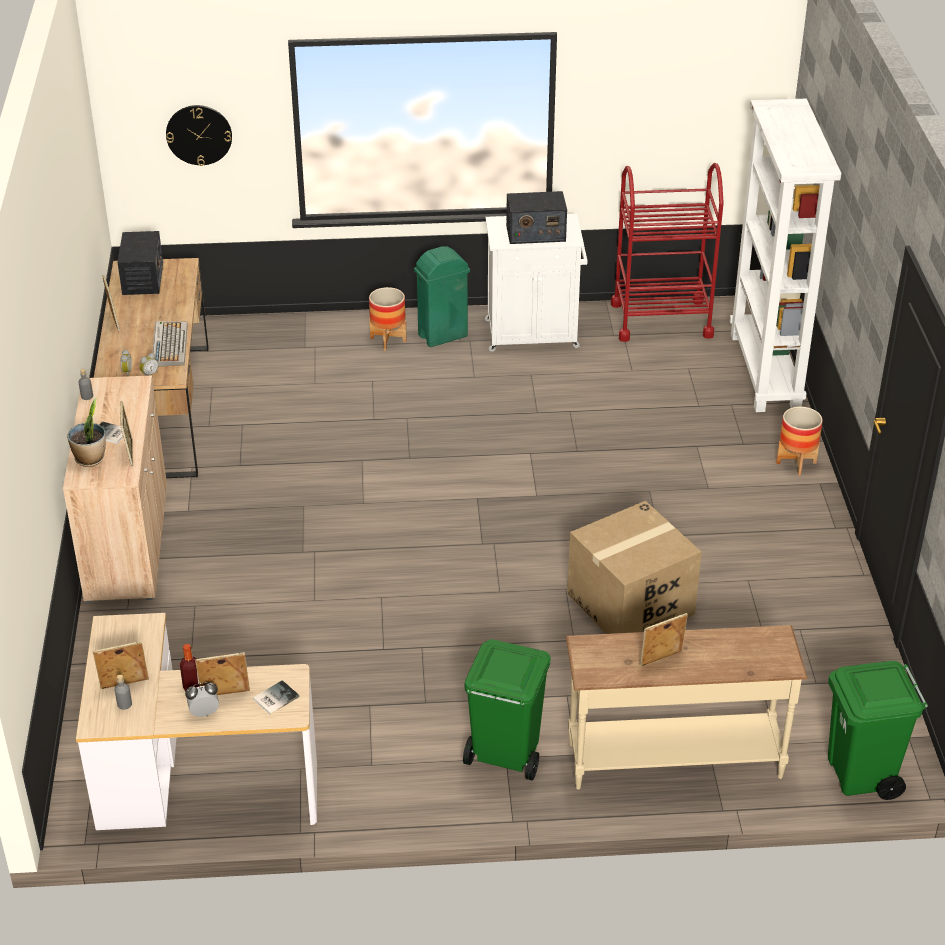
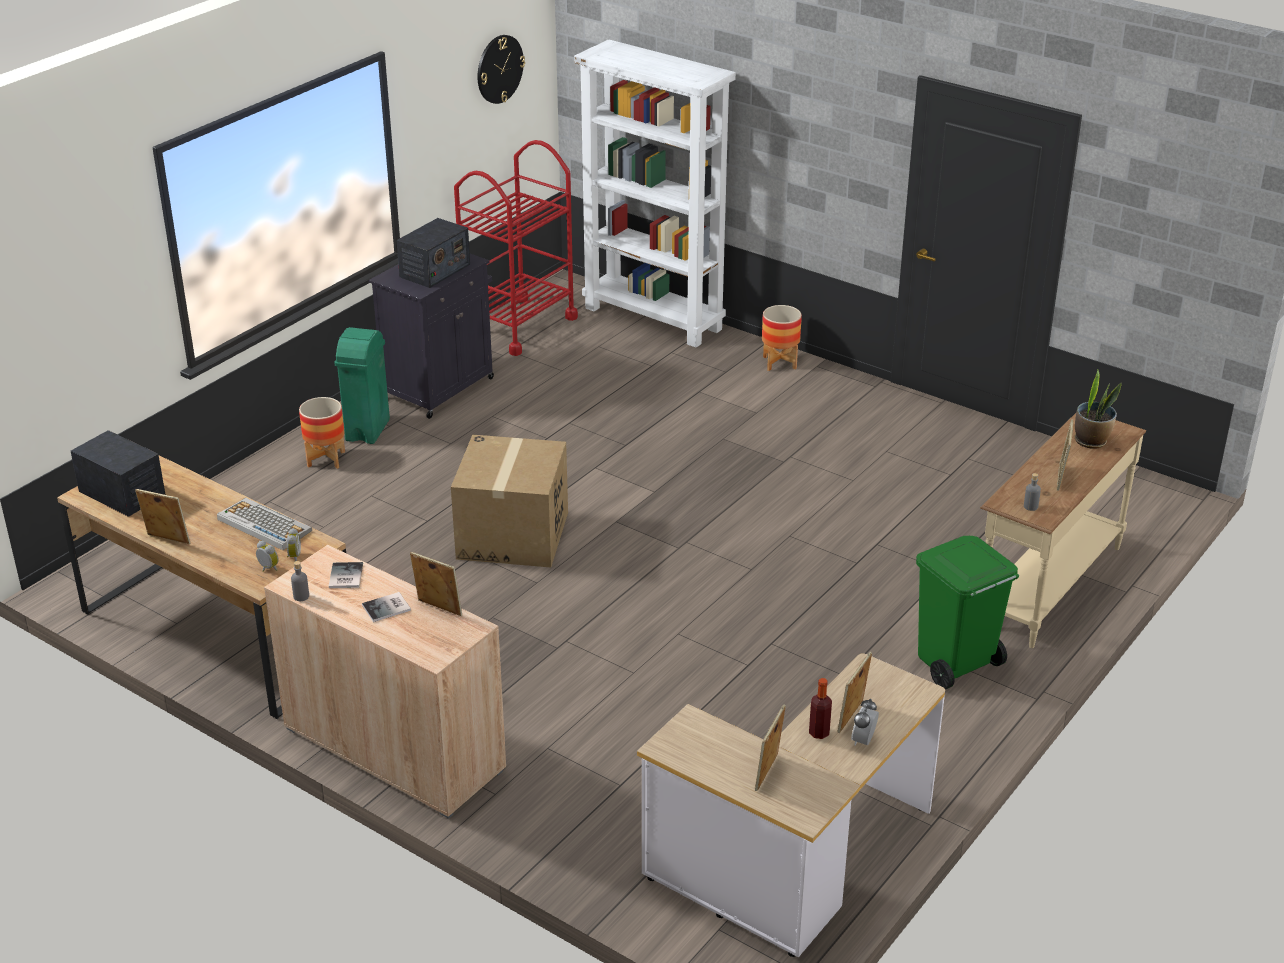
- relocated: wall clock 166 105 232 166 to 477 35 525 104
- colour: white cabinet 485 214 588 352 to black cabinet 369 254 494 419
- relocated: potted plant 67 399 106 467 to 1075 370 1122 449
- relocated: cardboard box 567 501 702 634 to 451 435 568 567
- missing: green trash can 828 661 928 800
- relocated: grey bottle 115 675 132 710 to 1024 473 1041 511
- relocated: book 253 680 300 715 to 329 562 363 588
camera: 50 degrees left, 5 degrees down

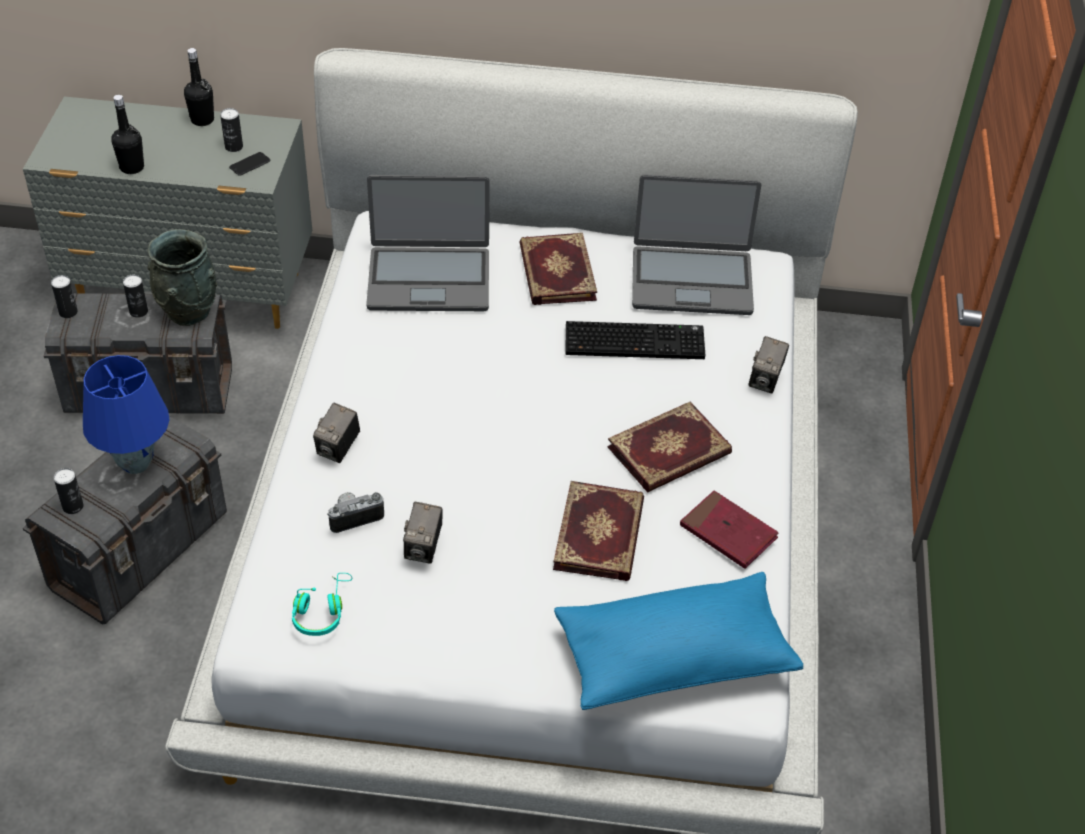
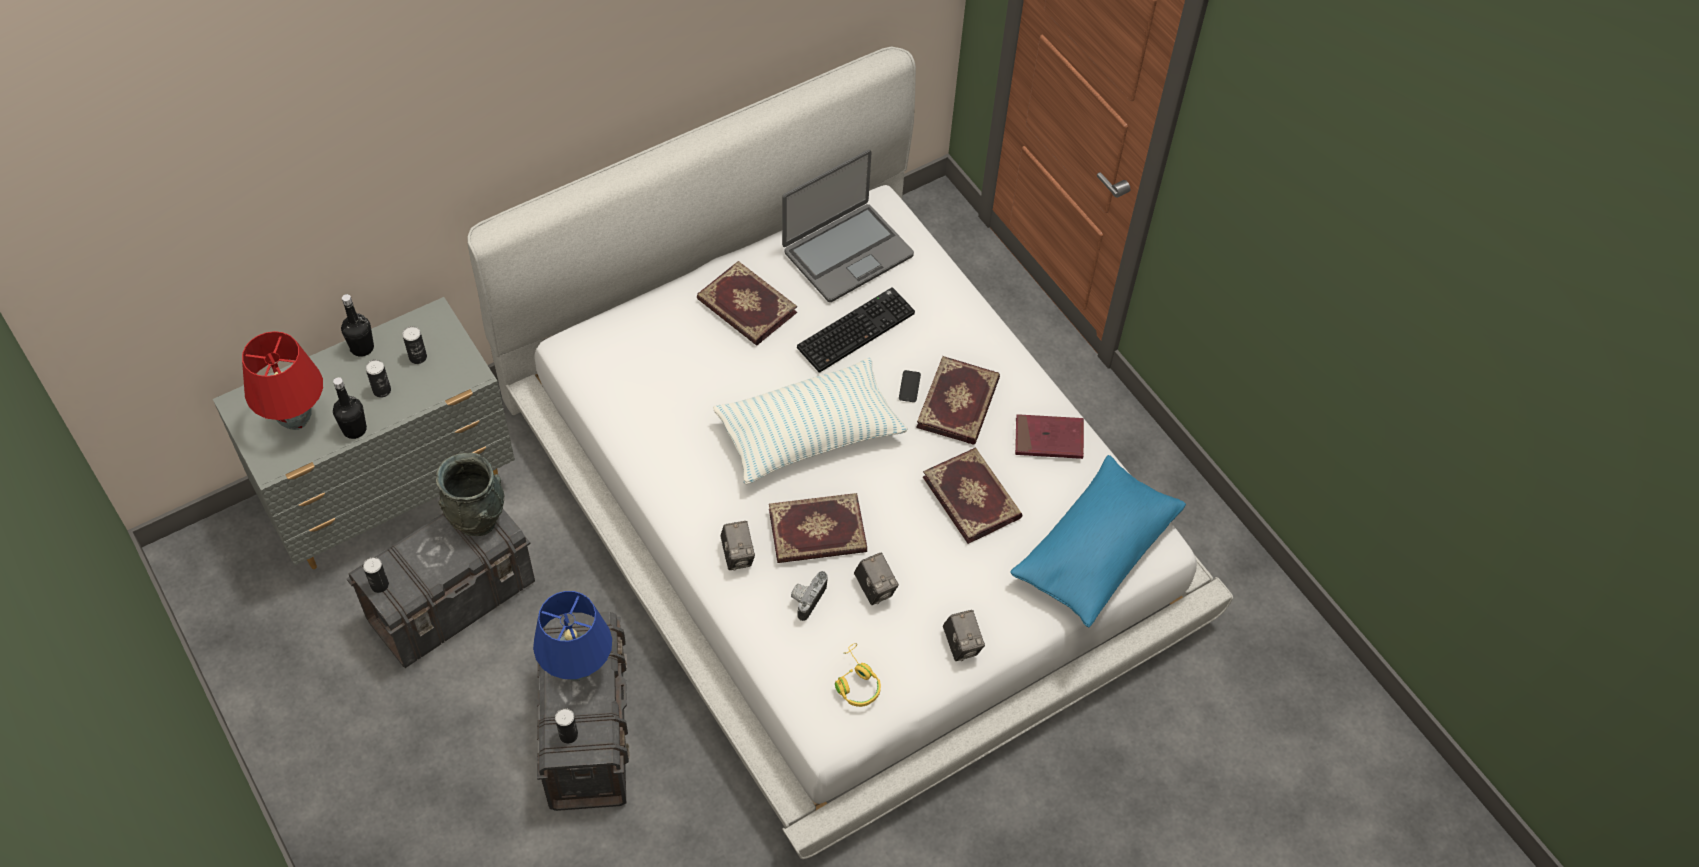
- relocated: phone 229 152 270 176 to 899 370 921 402
- missing: laptop 366 175 490 311
- relocated: can 123 275 148 318 to 365 360 391 398
- relocated: photo camera 749 336 789 393 to 943 610 985 661
- colour: turquoise headphones 292 573 353 636 to yellow headphones 835 643 881 707
- appeared: red table lamp 242 331 323 430
- appeared: pillow 713 357 907 485
- appeared: book 769 493 867 563
camera: 40 degrees left, 10 degrees up

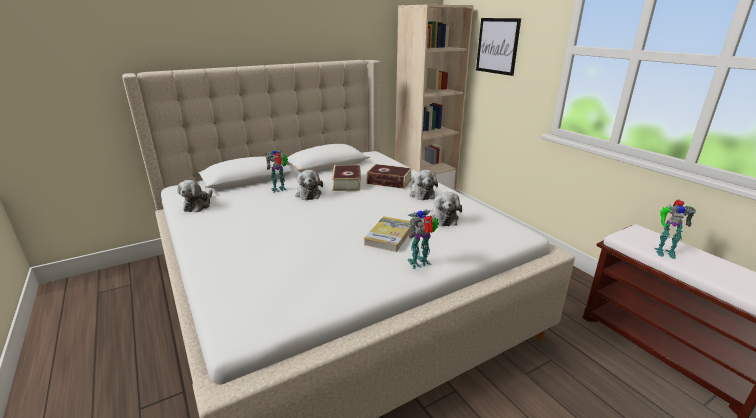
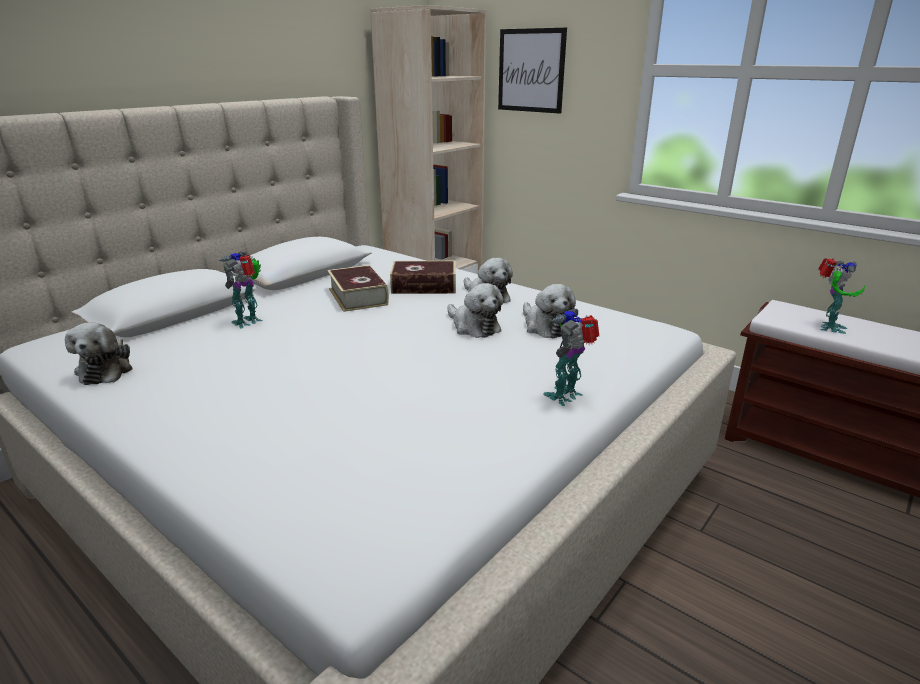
- relocated: plush toy 295 170 323 200 to 447 283 504 338
- spun: toy robot 654 200 696 259 = 818 258 865 334 60 degrees counterclockwise
- missing: book 364 216 411 252
camera: 20 degrees left, 0 degrees up

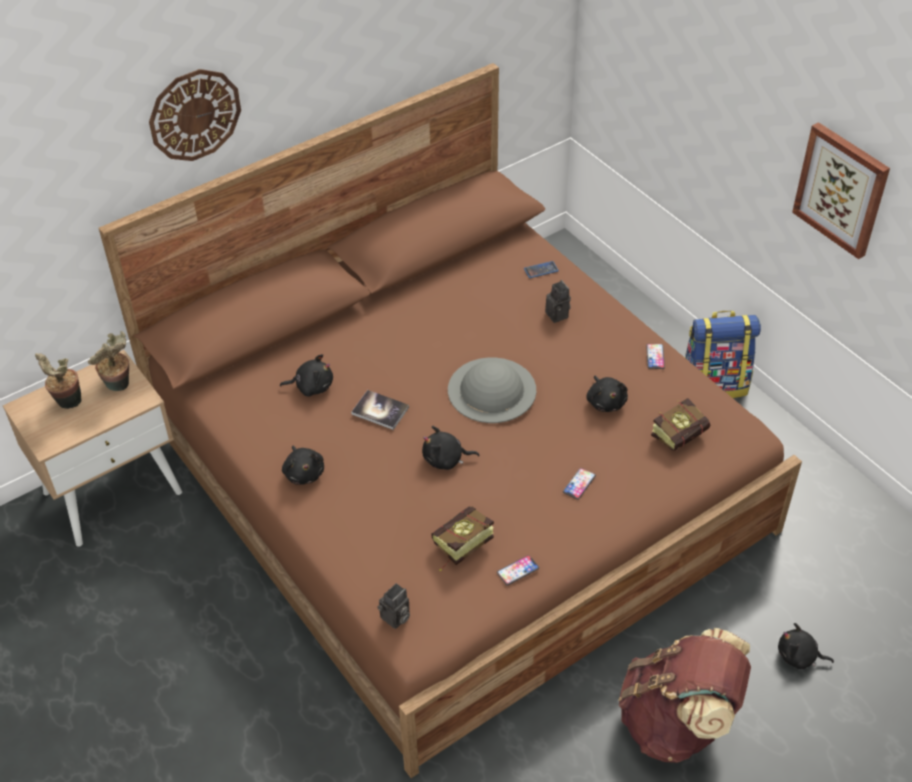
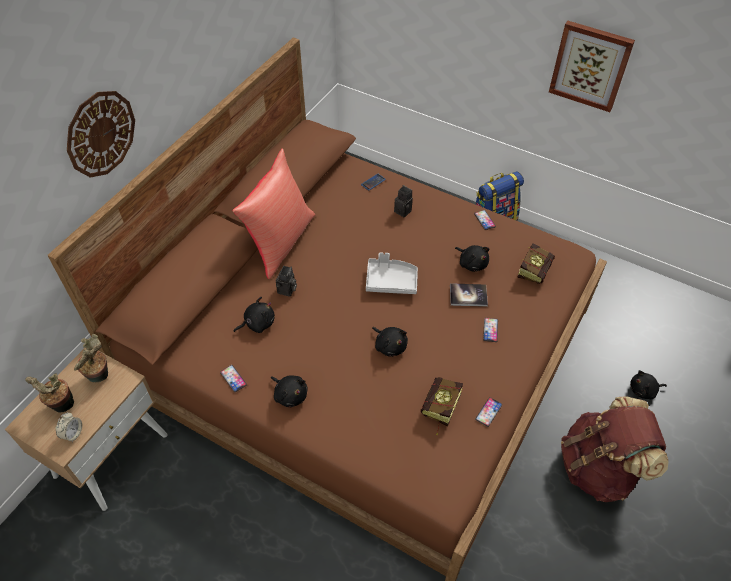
- exchanged: grey hat 448 358 536 423 to grey tray 366 252 418 294
- relocated: book 351 390 409 430 to 450 283 488 307
- spun: black plush toy 422 426 480 470 = 372 327 408 357 105 degrees counterclockwise
- relocated: photo camera 378 583 410 629 to 276 266 297 297
- appeared: red pillow 233 149 315 279
- appeared: phone 220 365 247 392
- appeared: alarm clock 55 413 82 442
camera: 25 degrees left, 5 degrees up

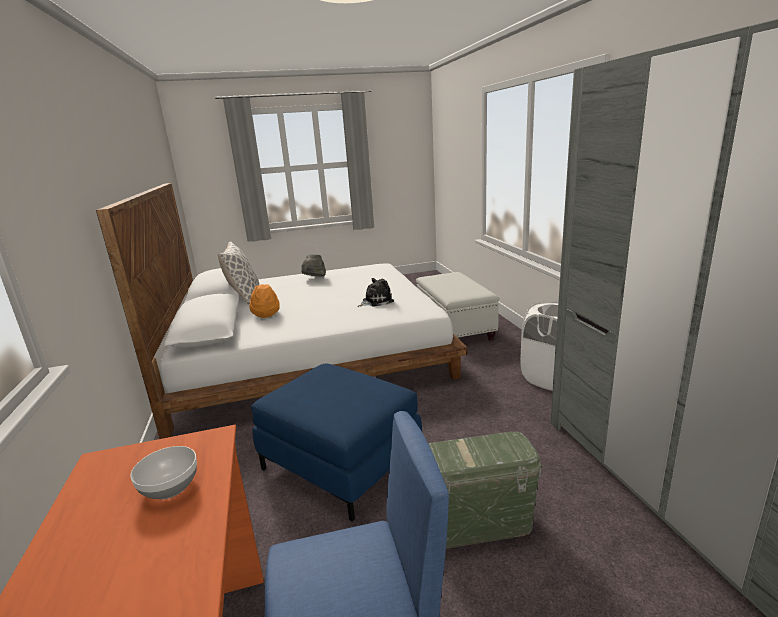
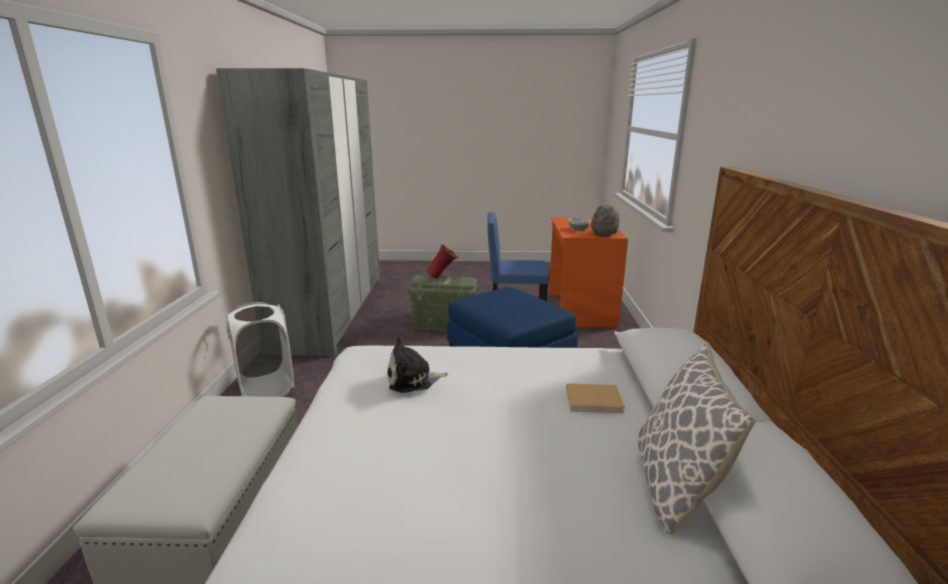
- relocated: grey hat 301 254 326 277 to 591 205 619 237
- exchanged: orange hat 249 284 280 318 to beige book 566 383 625 413
- appeared: red vase 426 244 458 279
camera: 165 degrees left, 0 degrees up

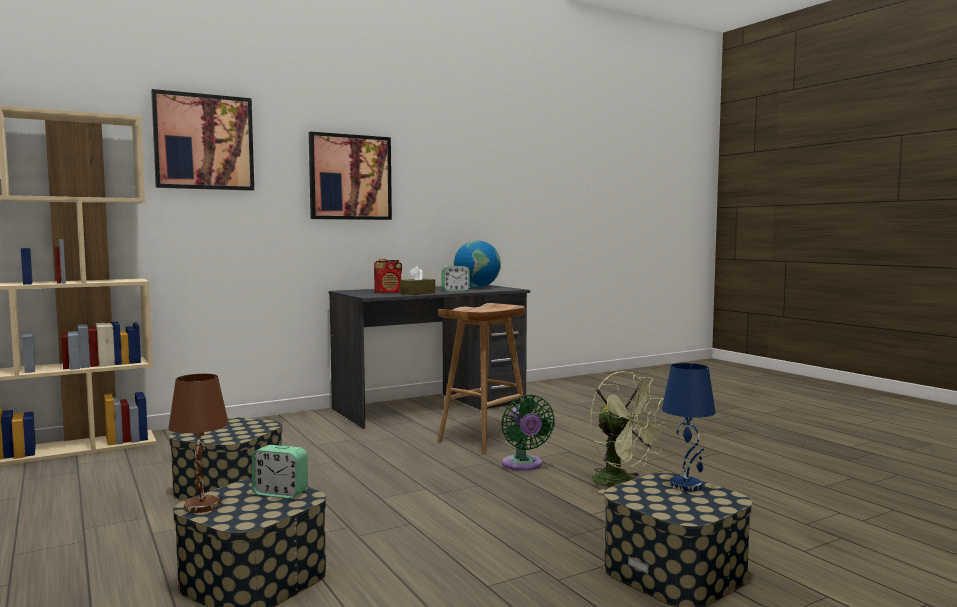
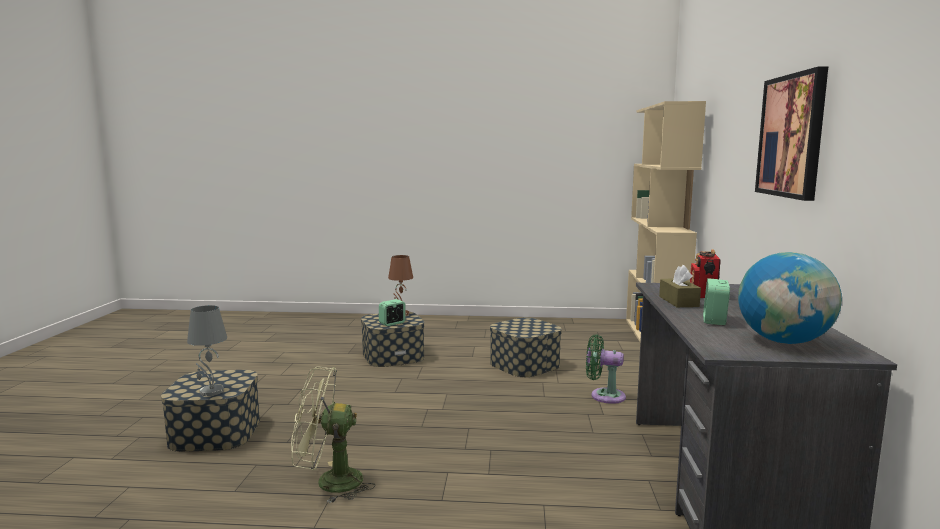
- missing: picture 151 89 254 191
- missing: brown stool 438 303 530 454
- colour: blue table lamp 662 363 716 491 to grey table lamp 187 305 227 396
- relocated: green fan 501 395 555 471 to 586 334 626 404
camera: 125 degrees right, 5 degrees up

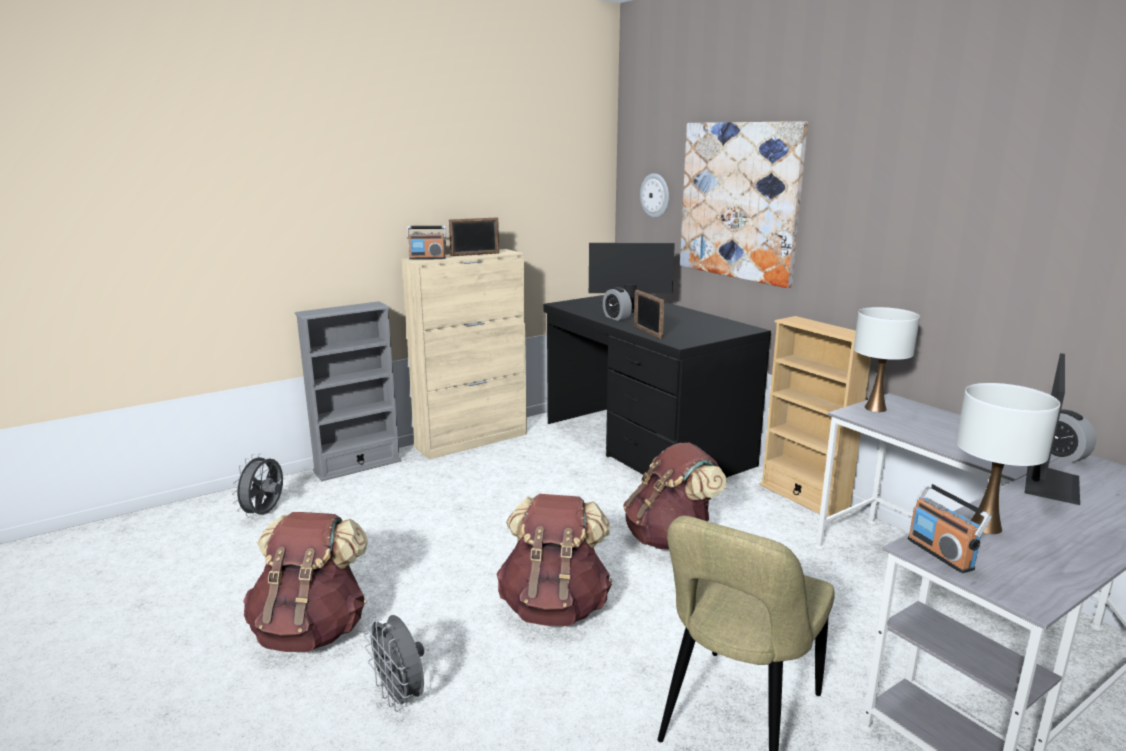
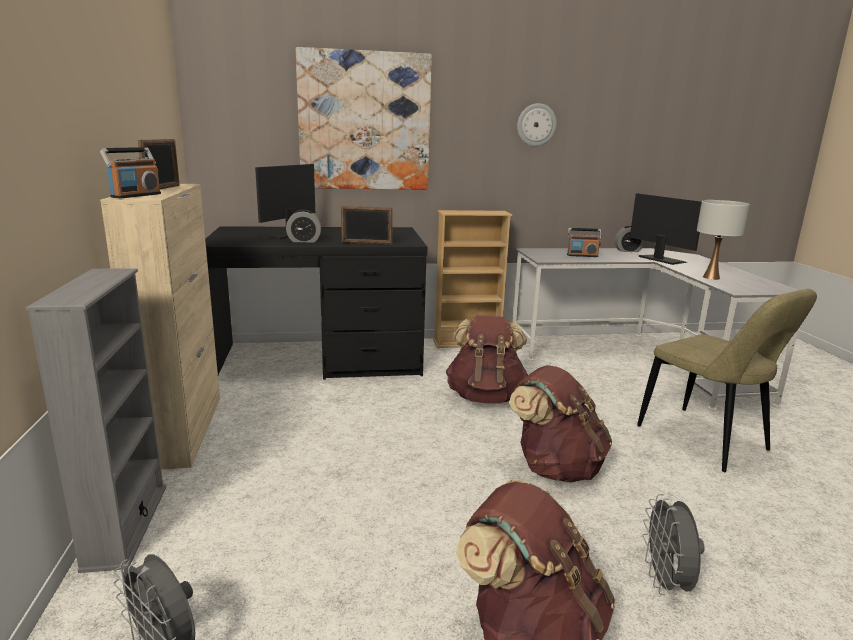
- relocated: wall clock 640 173 669 218 to 517 103 557 146
- missing: white table lamp 854 307 920 412
- relocated: radio 908 482 992 573 to 567 228 601 257
- spun: grey fan 364 615 424 712 = 643 494 705 595 105 degrees clockwise
camera: 65 degrees left, 0 degrees up

